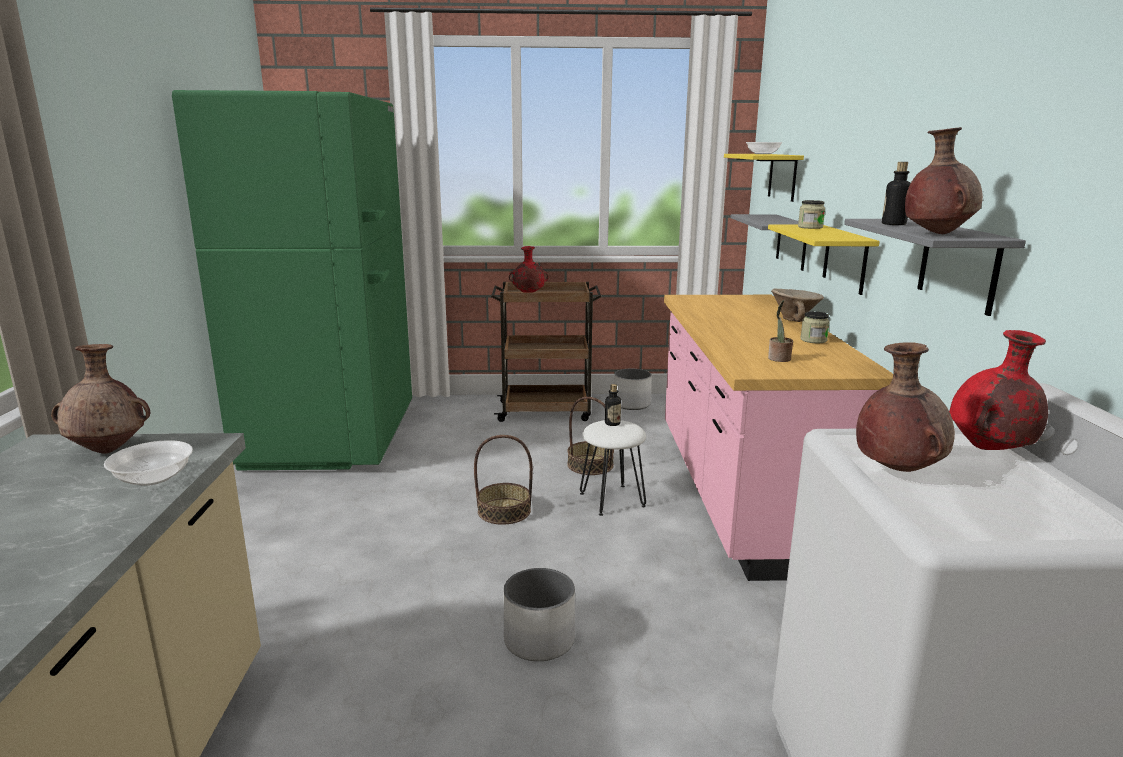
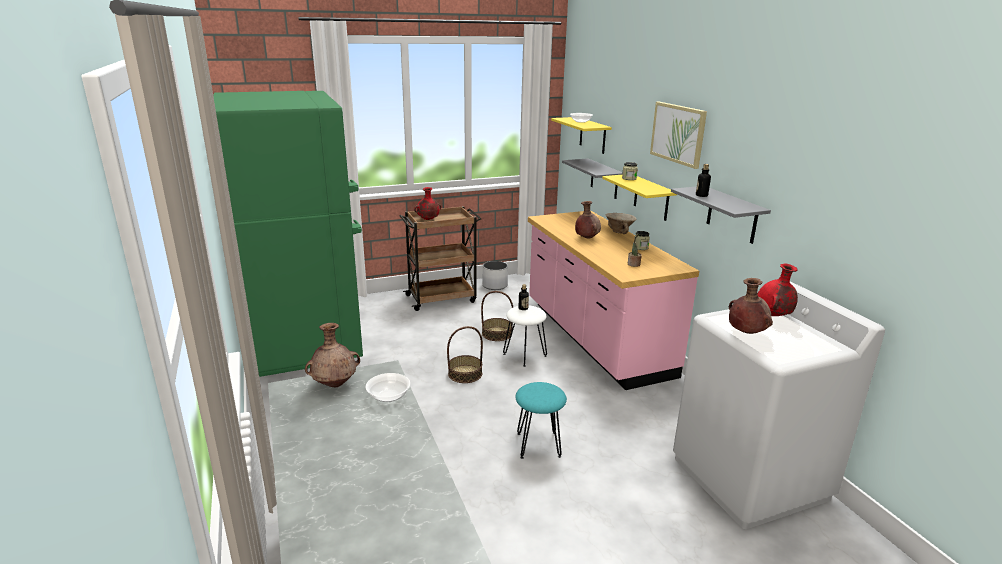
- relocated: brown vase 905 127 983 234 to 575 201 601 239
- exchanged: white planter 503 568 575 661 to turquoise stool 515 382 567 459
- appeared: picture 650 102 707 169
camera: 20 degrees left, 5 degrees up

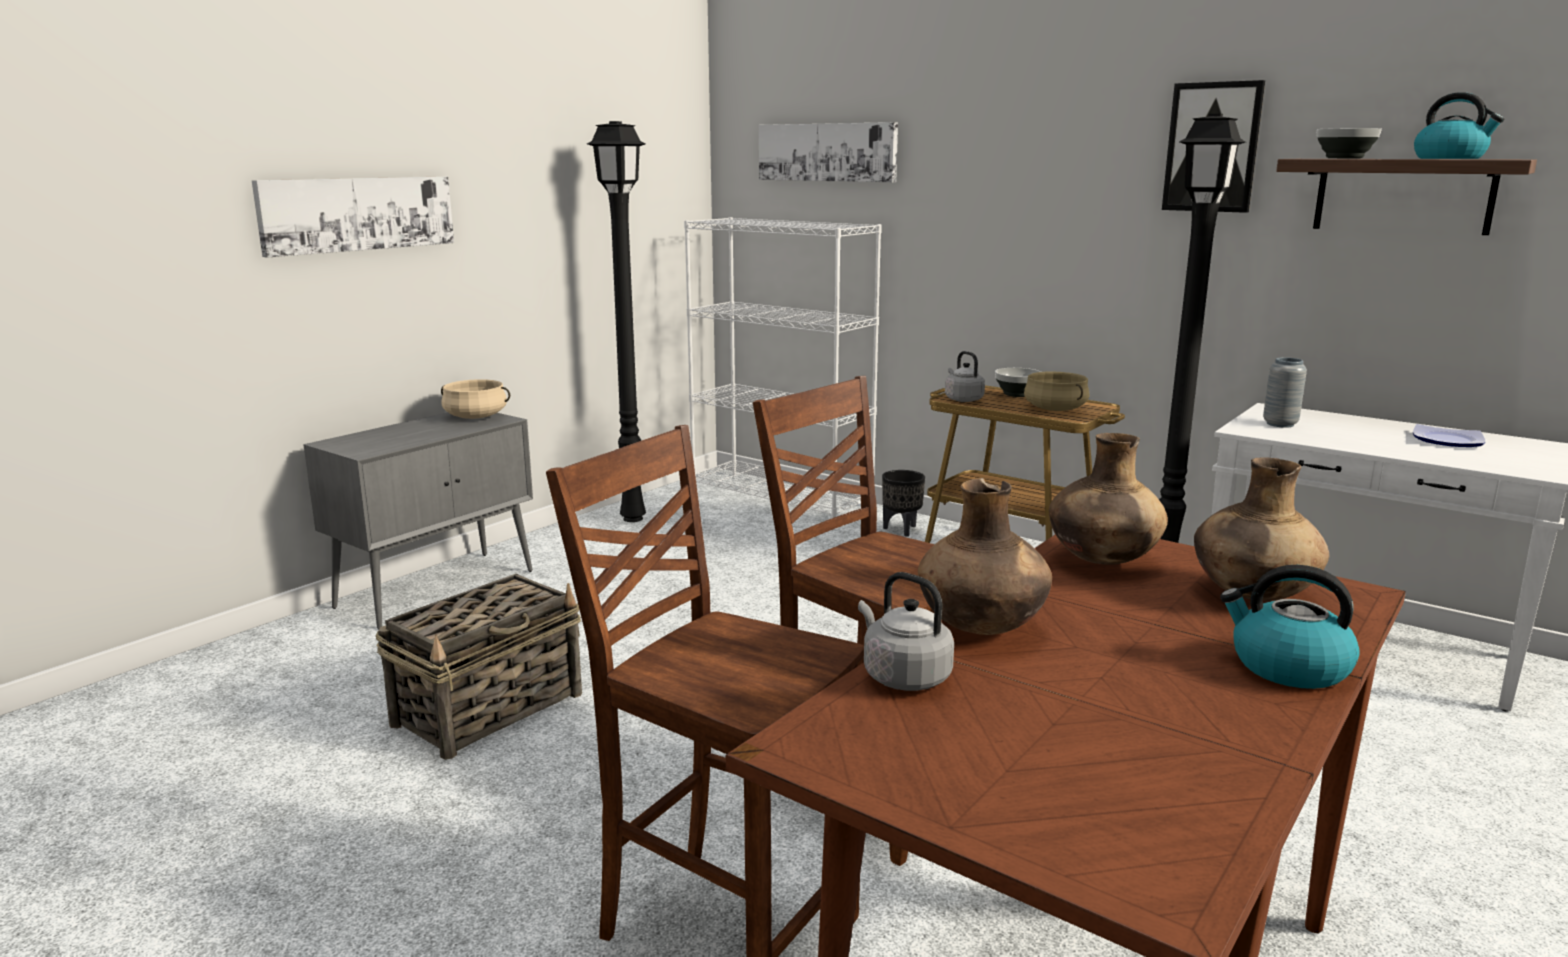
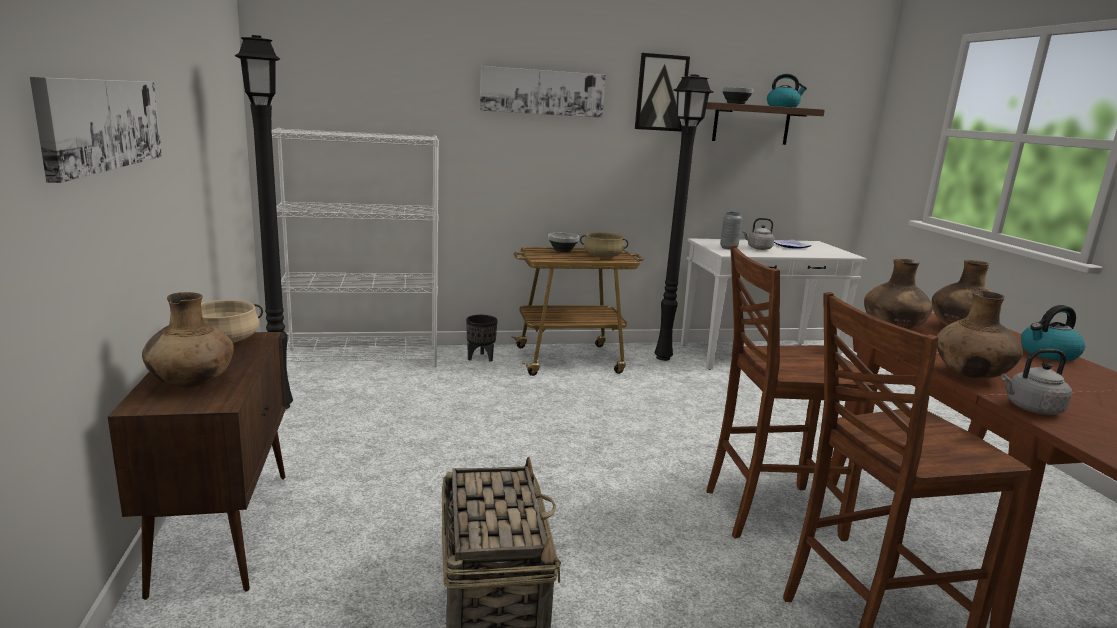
- relocated: picture 759 122 898 182 to 480 66 606 118
- relocated: grey kettle 945 351 985 402 to 742 218 774 250
- colour: grey cabinet 303 413 533 630 to brown cabinet 108 332 286 600
- appeared: brown vase 142 292 234 387
camera: 50 degrees left, 0 degrees up

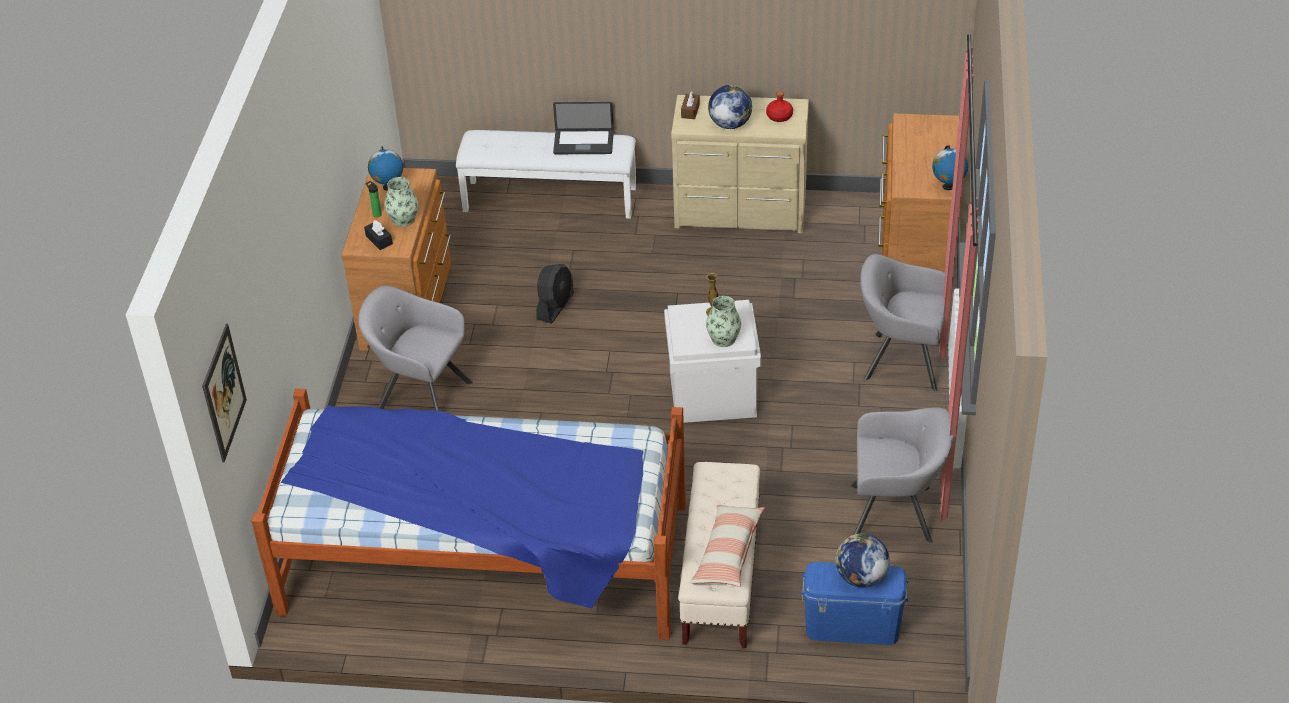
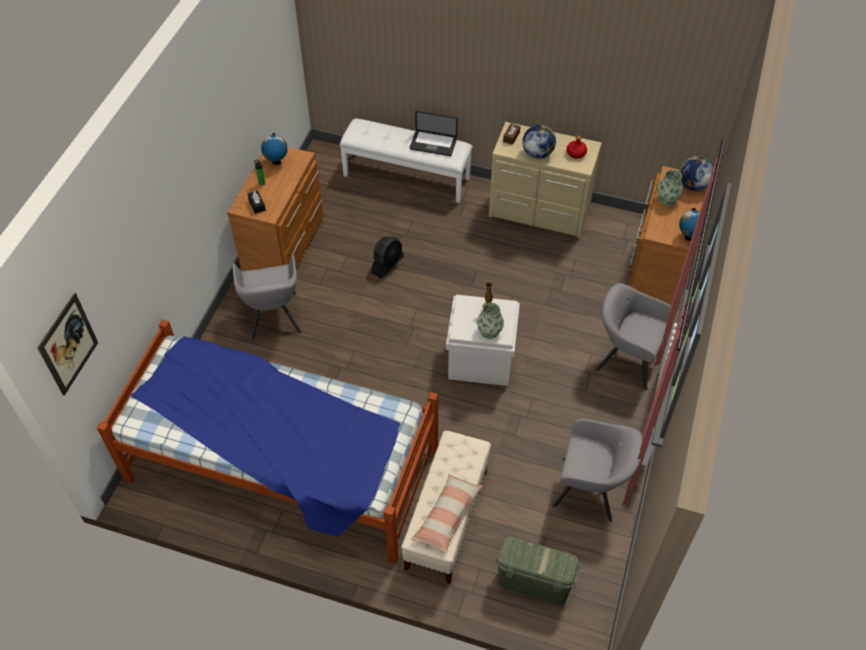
- relocated: vase 385 177 418 227 to 657 170 683 206
- spun: grey armchair 358 286 473 411 = 232 255 302 341 135 degrees counterclockwise
- relocated: globe 835 533 890 588 to 679 156 713 191
- colour: blue storage box 801 562 909 645 to green storage box 496 537 580 605
camera: 10 degrees right, 10 degrees up

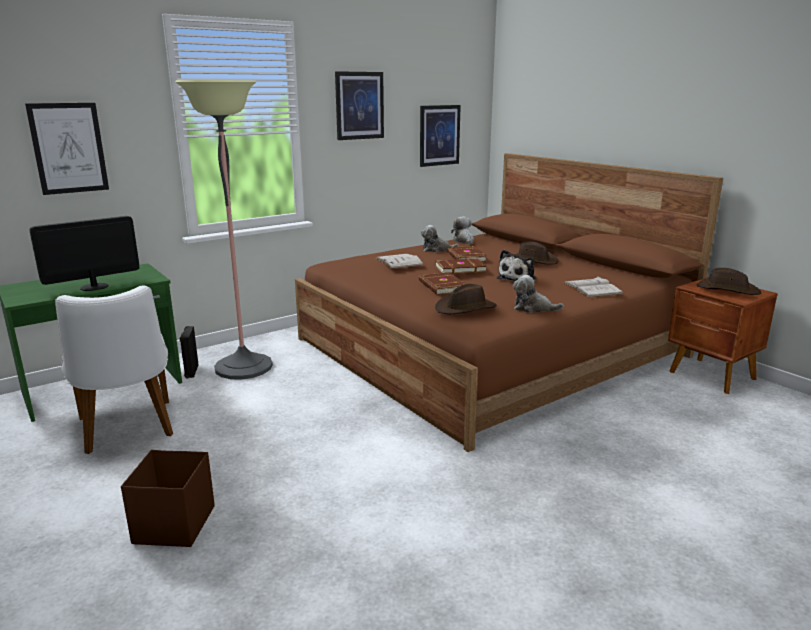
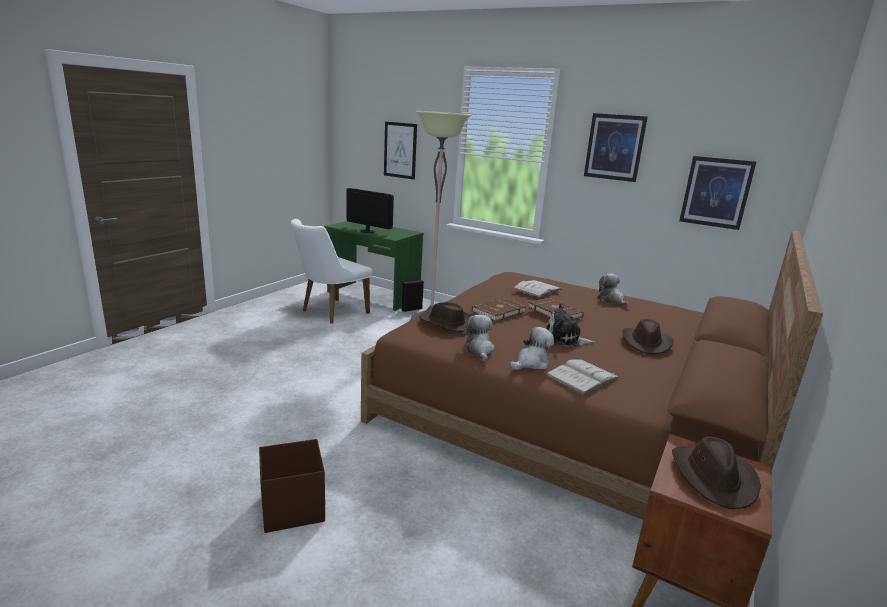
- relocated: plush toy 451 216 474 244 to 510 327 554 370
- missing: brown book 447 246 487 262
- relocated: brown storage box 121 450 215 547 to 259 439 325 533
camera: 65 degrees right, 0 degrees up

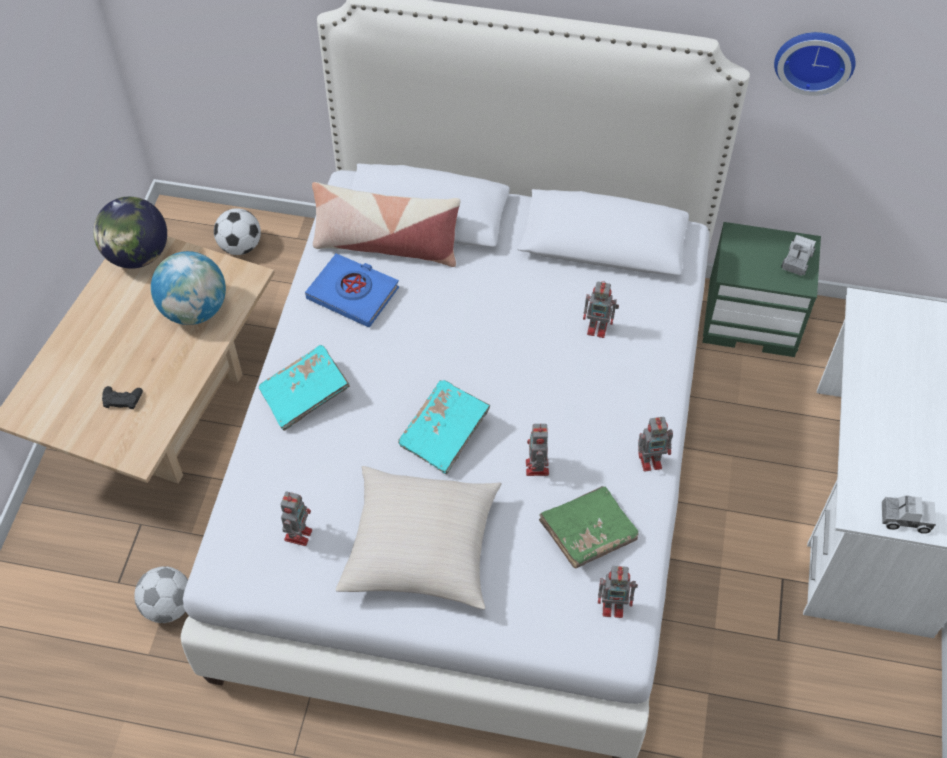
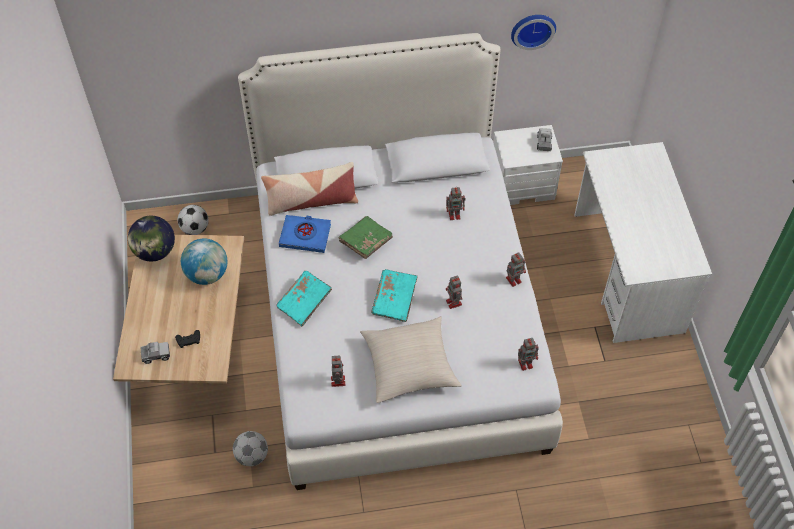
- colour: green nightstand 702 222 821 357 to white nightstand 493 125 563 205
- relocated: green book 539 486 638 569 to 339 216 393 259
- relocated: toy truck 882 496 936 534 to 140 342 170 364
camera: 20 degrees left, 0 degrees up

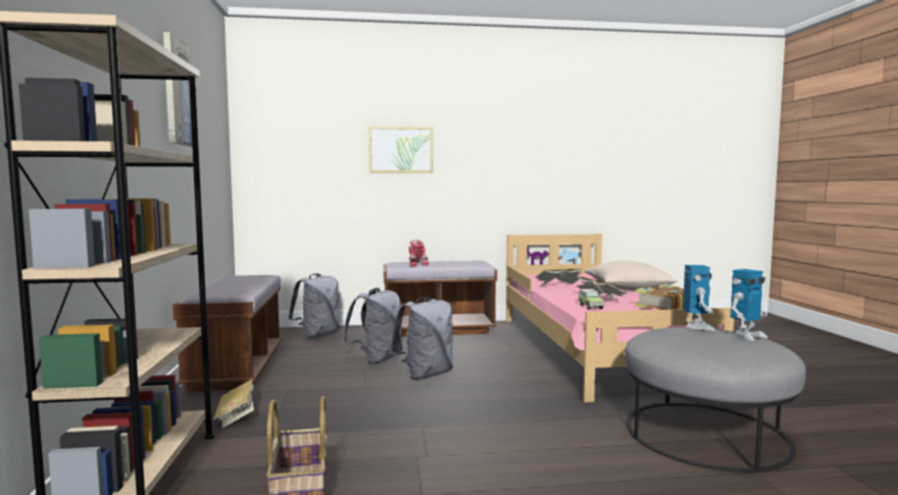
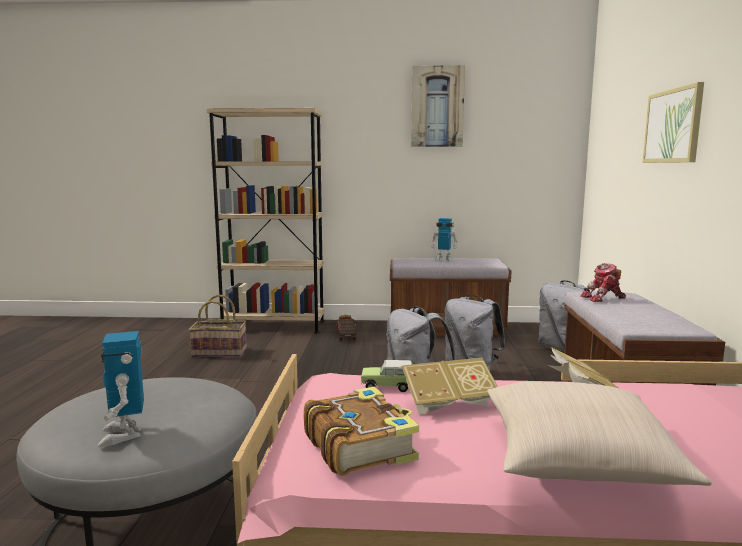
- relocated: toy robot 683 265 716 331 to 431 218 458 261
- exchanged: book 213 379 258 428 to toy truck 336 315 356 340
camera: 100 degrees right, 5 degrees up

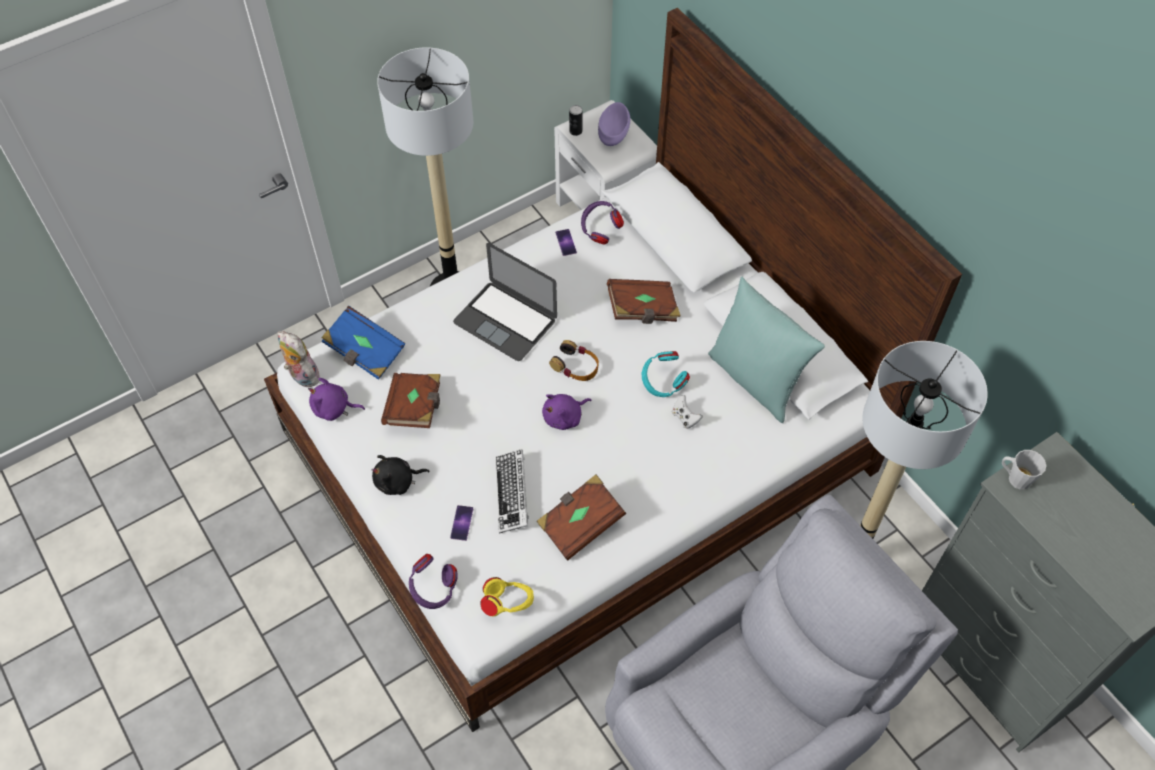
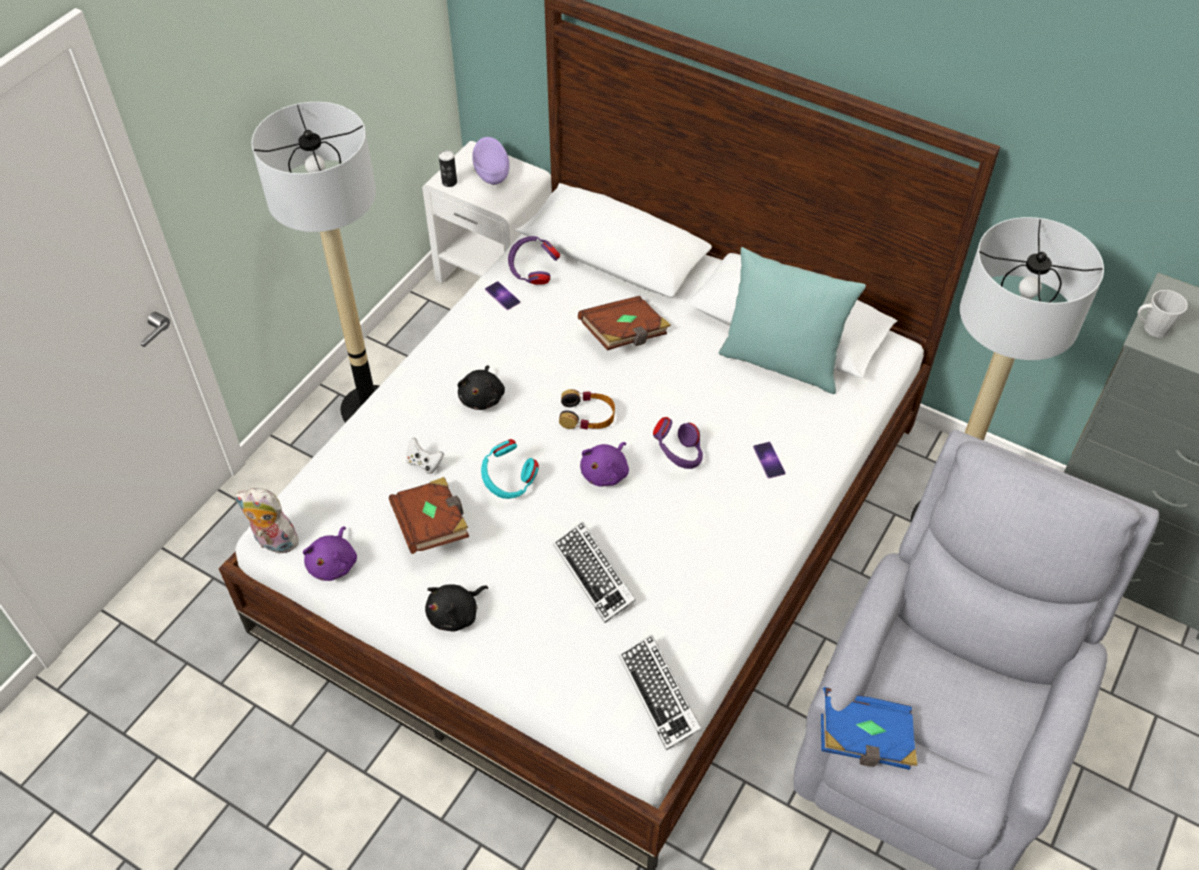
- exchanged: laptop 453 243 557 361 to black plush toy 457 365 505 410
- relocated: blue book 321 306 405 380 to 821 687 917 770
- relocated: turquoise headphones 642 351 690 397 to 481 439 539 499
- spun: purple plush toy 308 378 365 421 = 303 526 357 581 60 degrees counterclockwise
- relocated: white game controller 672 395 702 429 to 406 437 444 474
- missing: brown book 537 475 626 561
- relocated: phone 450 505 473 541 to 753 442 786 478
- relocated: purple headphones 409 554 458 609 to 653 417 703 469
- exchanged: yellow headphones 481 577 534 616 to keyboard 619 635 702 750
camera: 25 degrees left, 5 degrees down

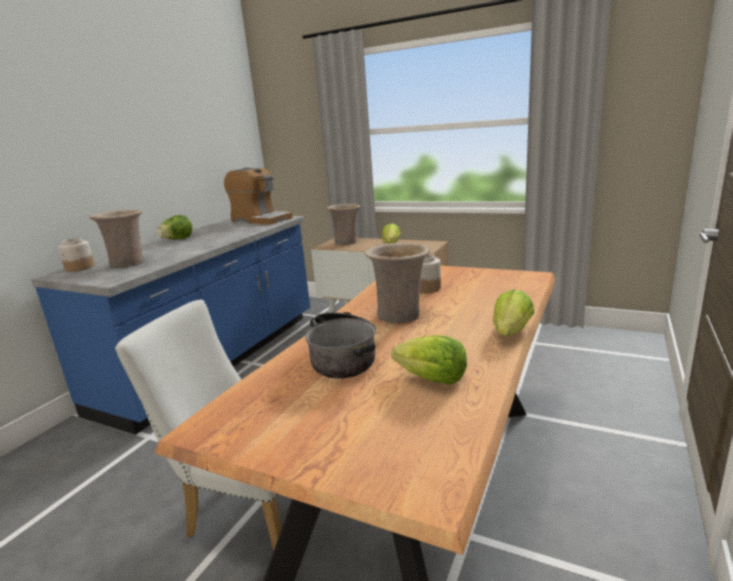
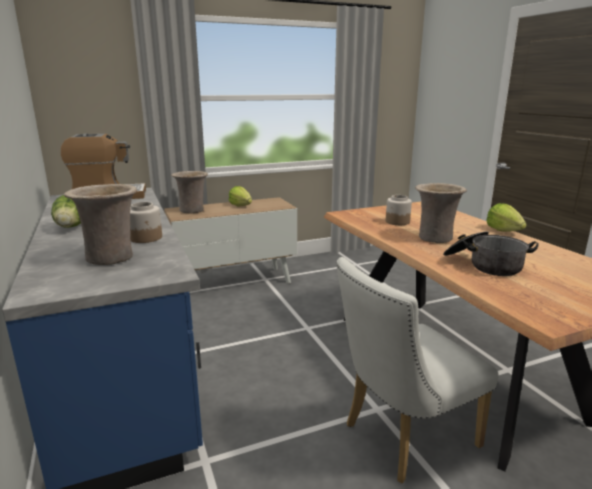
- relocated: jar 58 238 95 272 to 130 202 162 243
- missing: lettuce 391 335 467 385
camera: 50 degrees left, 0 degrees up

